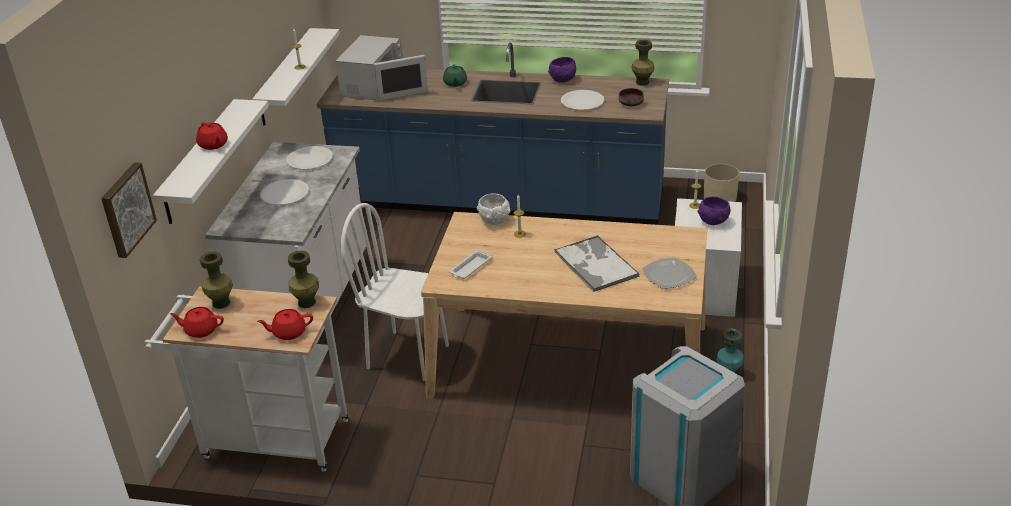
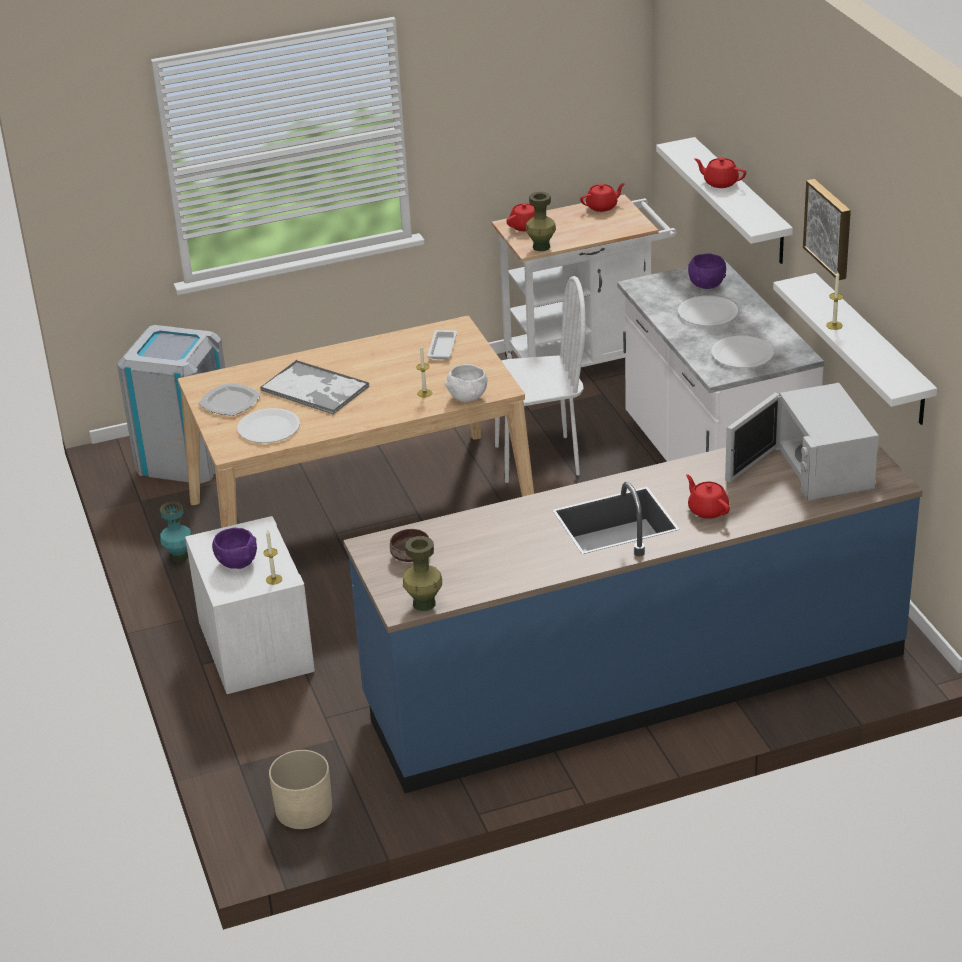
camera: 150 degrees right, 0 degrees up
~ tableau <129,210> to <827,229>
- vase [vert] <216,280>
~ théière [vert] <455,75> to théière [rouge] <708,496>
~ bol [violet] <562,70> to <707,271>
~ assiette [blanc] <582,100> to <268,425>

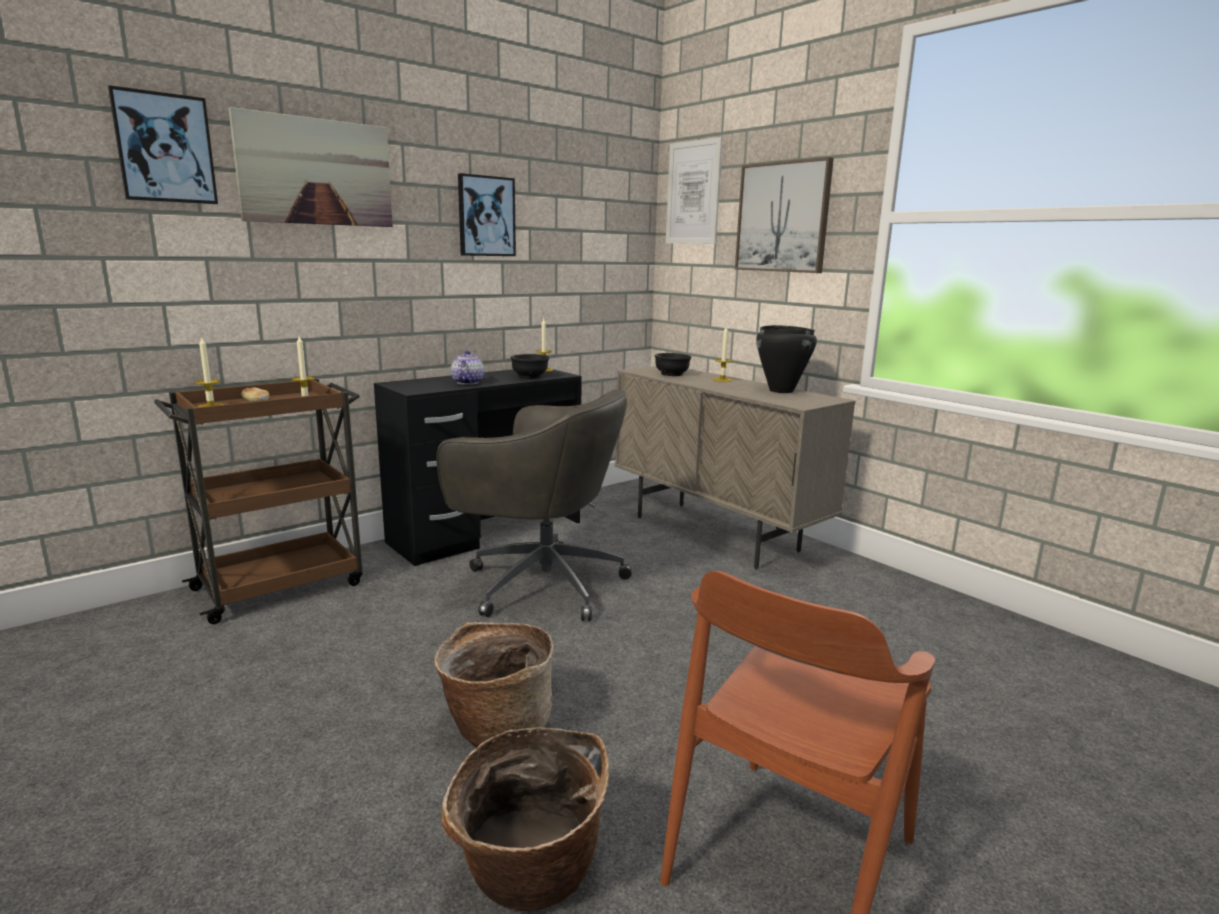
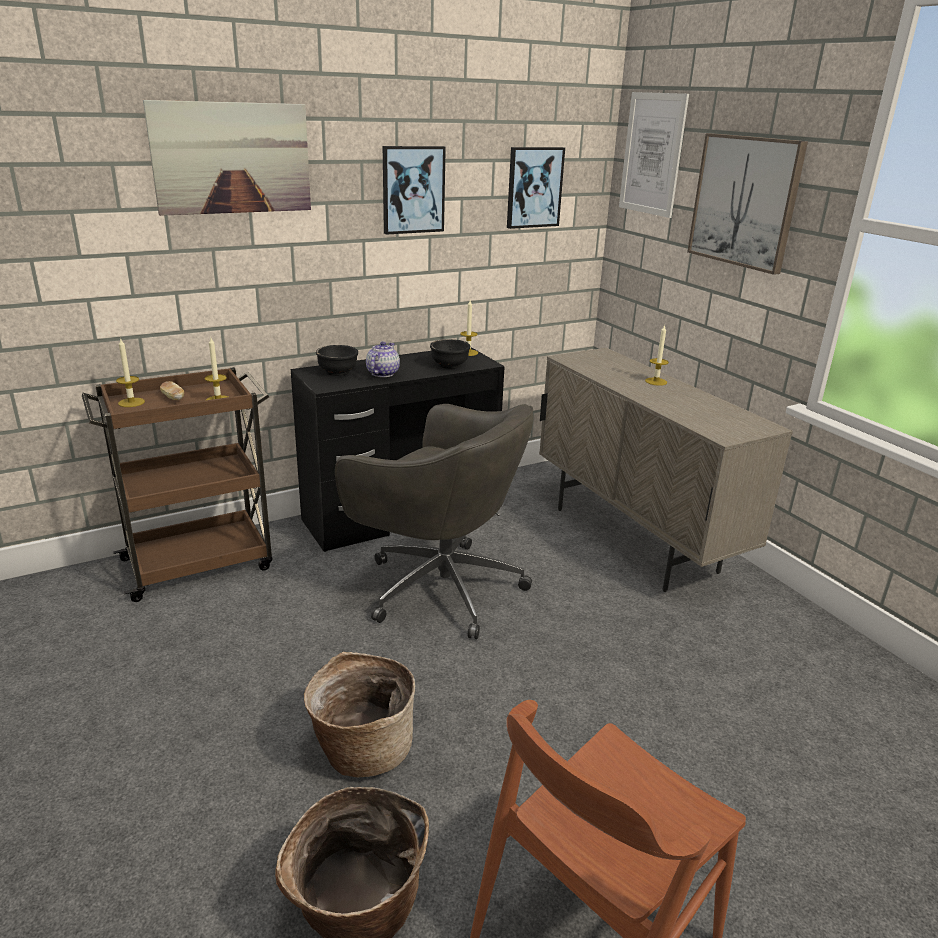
camera: 10 degrees right, 10 degrees up
~ tableau <163,144> to <536,188>
~ bol [noir] <673,364> to <337,360>
- marmite [noir] <786,359>

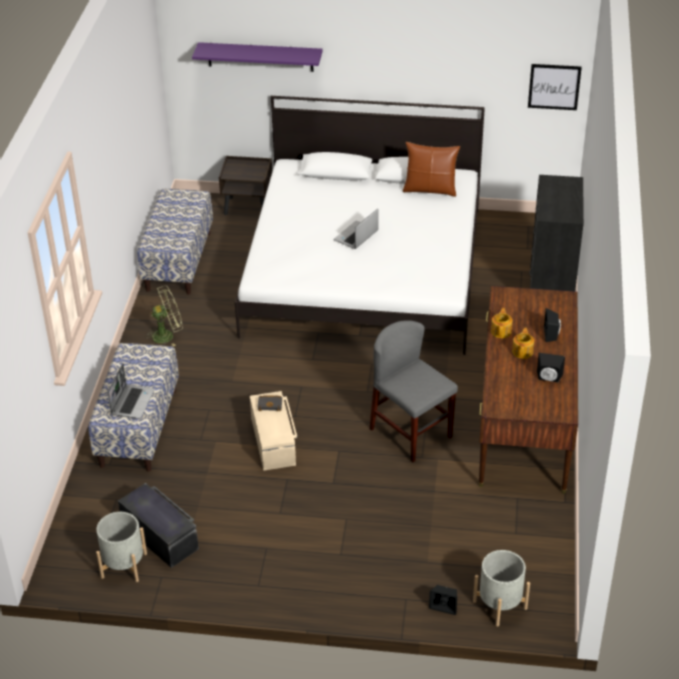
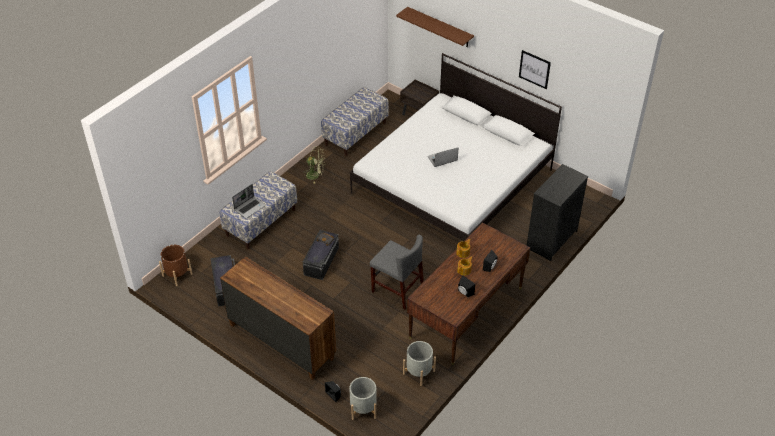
camera: 30 degrees right, 5 degrees up
~ cache-pot [gris] <121,547> to <419,363>
~ étagère [violet] <257,57> to étagère [marron] <435,27>
~ boîte de rangement [beige] <273,431> to boîte de rangement [noir] <321,255>
~ chaise [gris] <413,391> = <397,272> 135 degrees clockwise
- coussin [marron] <431,169>
~ tableau <555,87> to <535,69>
+ cache-pot [marron] <176,265>
+ commode [marron] <278,318>

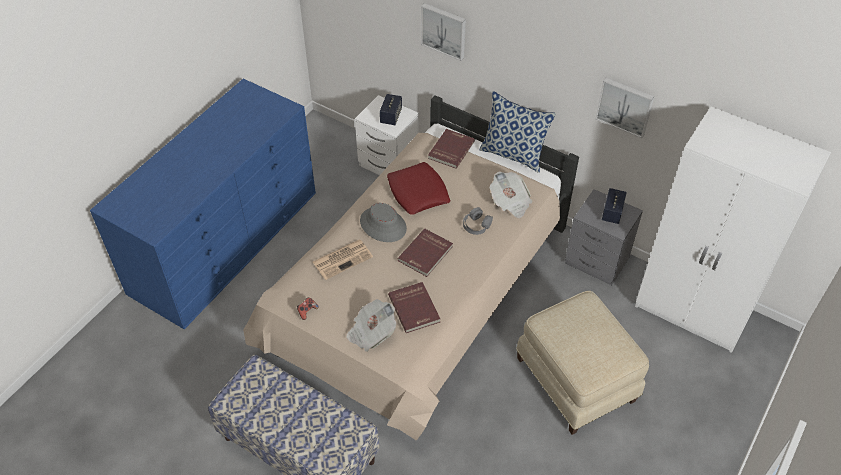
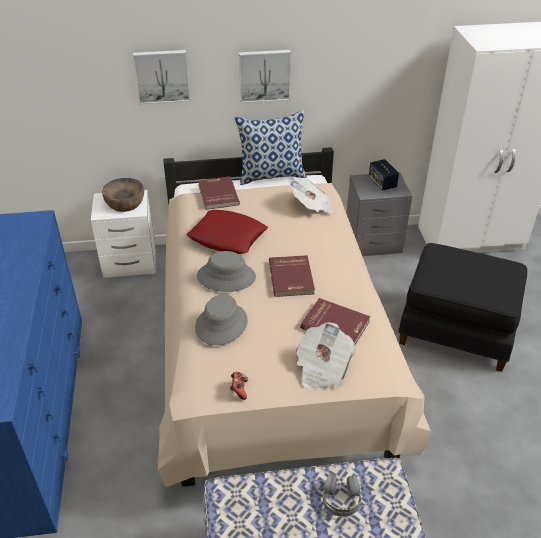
camera: 40 degrees left, 10 degrees down
~ journal <343,260> to chapeau [gris] <221,320>
~ enceinte <391,109> to bol [marron] <123,195>
~ casque audio [gris] <478,221> to <342,495>
~ pouf [beige] <582,363> to pouf [noir] <462,307>
~ tableau <624,108> to <265,76>

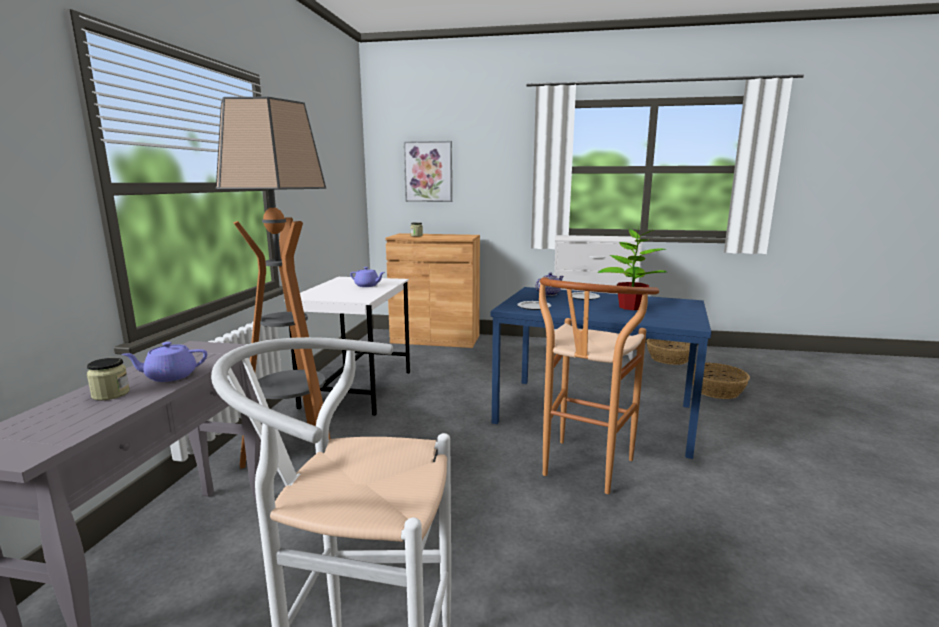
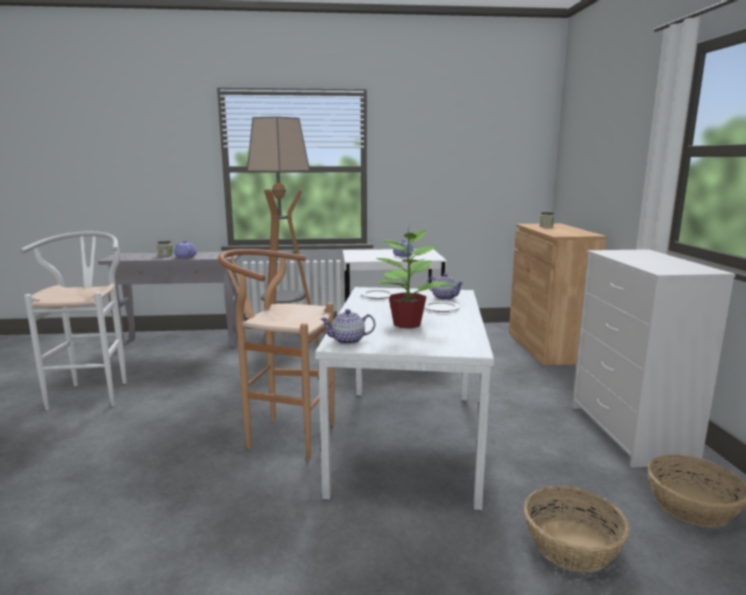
camera: 75 degrees right, 0 degrees up
- tableau <428,171>
~ table à manger [bleu] <601,373> to table à manger [blanc] <404,398>
+ théière <347,327>

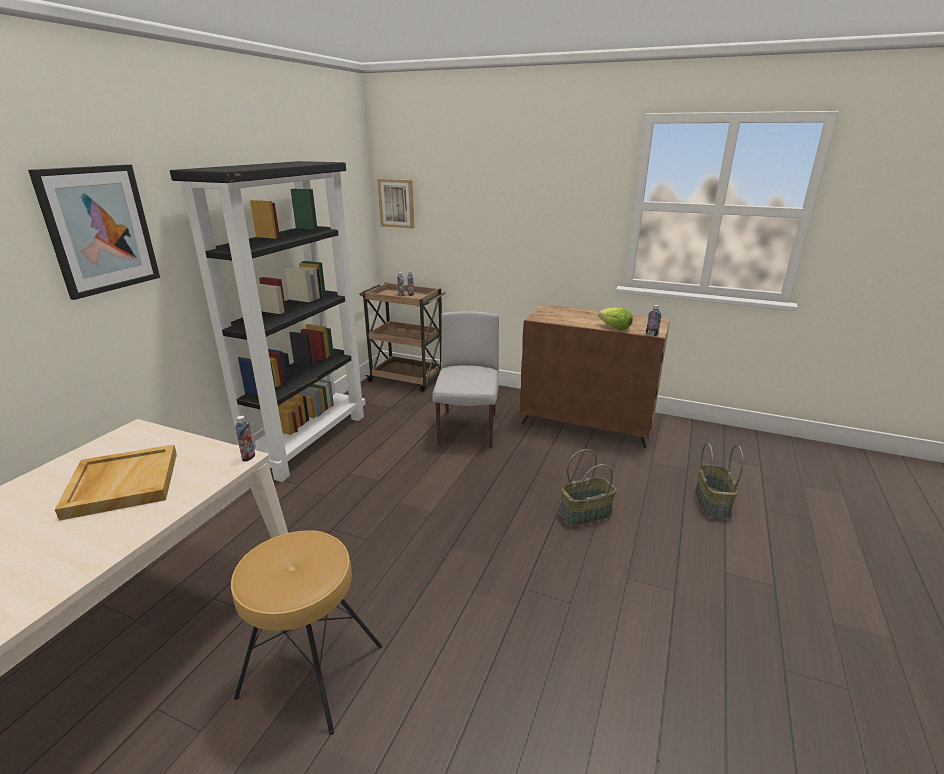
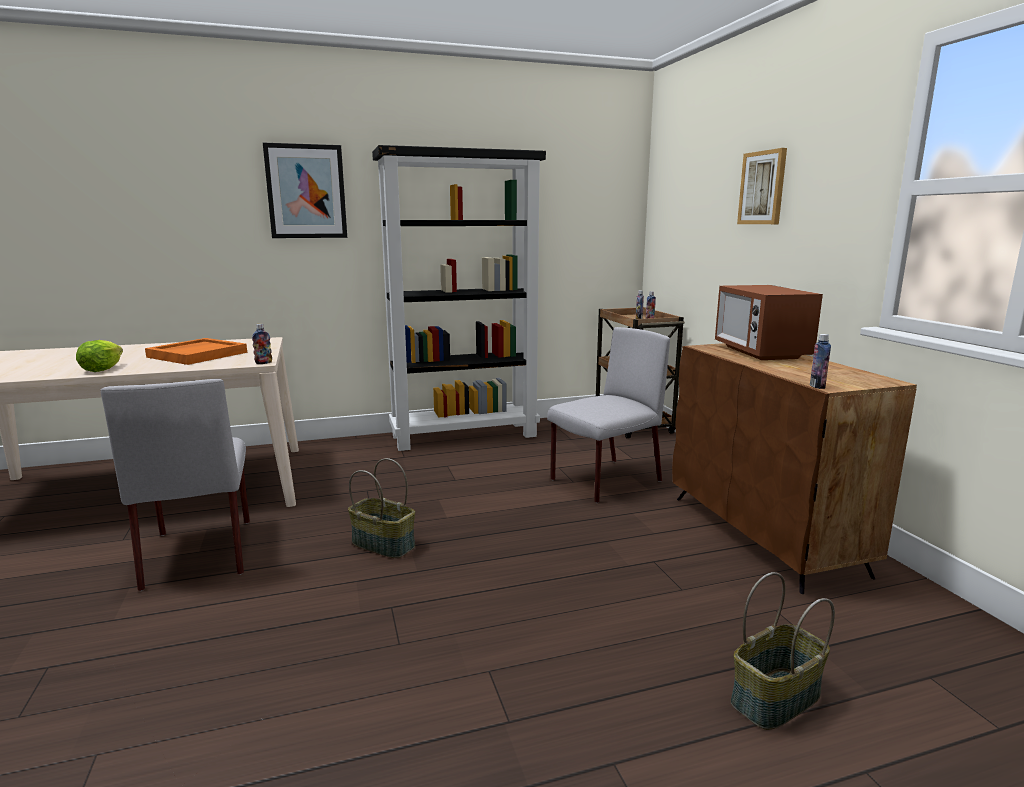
camera: 50 degrees right, 10 degrees down
~ plateau [beige] <116,483> to plateau [orange] <196,351>
~ tabouret [marron] <306,632> to chaise [gris] <175,485>
~ tableau <395,204> to <762,186>
~ panier <589,487> to <381,508>
~ laitue <615,318> to <99,356>
+ micro-ondes <769,322>

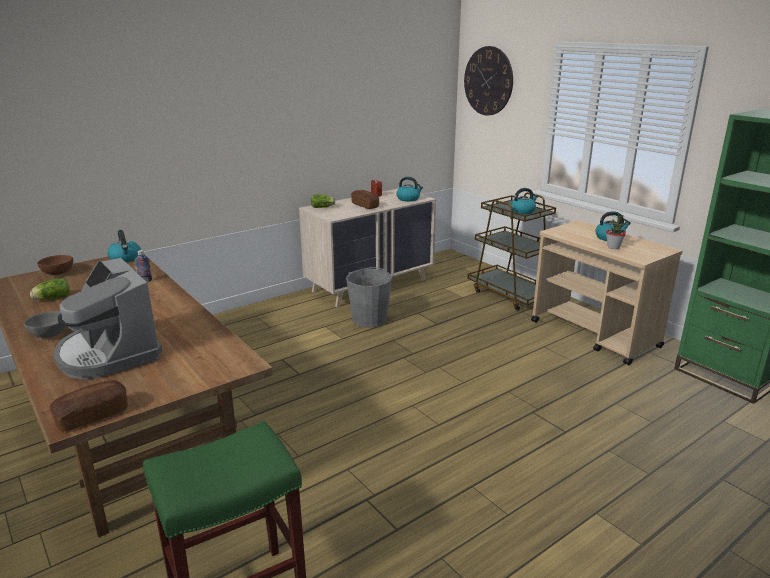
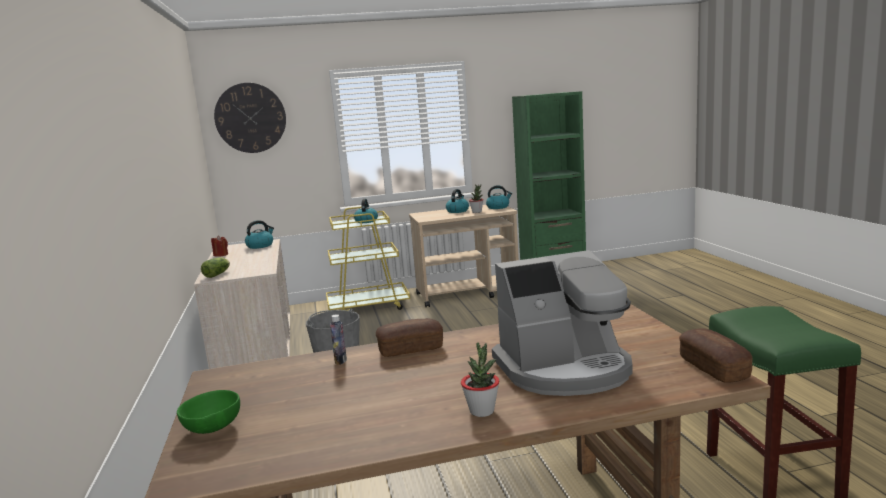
camera: 65 degrees left, 10 degrees down
~ bol [gris] <45,324> to plante en pot <480,379>
- laitue <50,289>
~ bol [marron] <55,265> to bol [vert] <208,412>
~ bouilloire <124,246> to <499,197>
~ pain <365,199> to <409,337>
~ chariot [marron] <511,251> to chariot [jaune] <368,258>

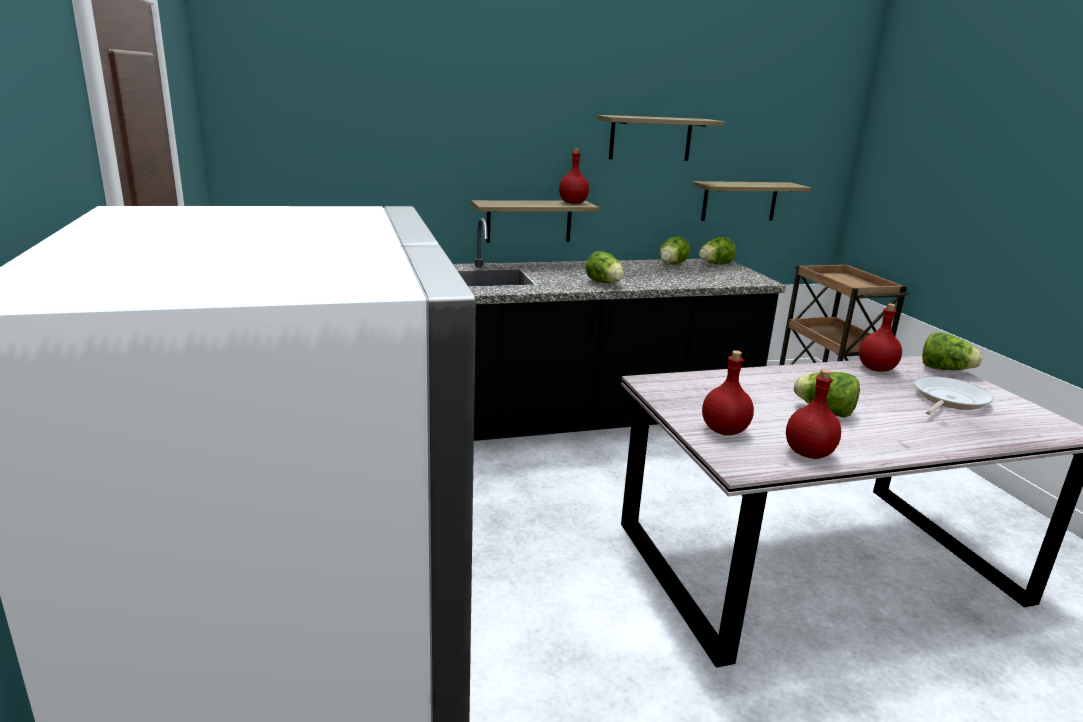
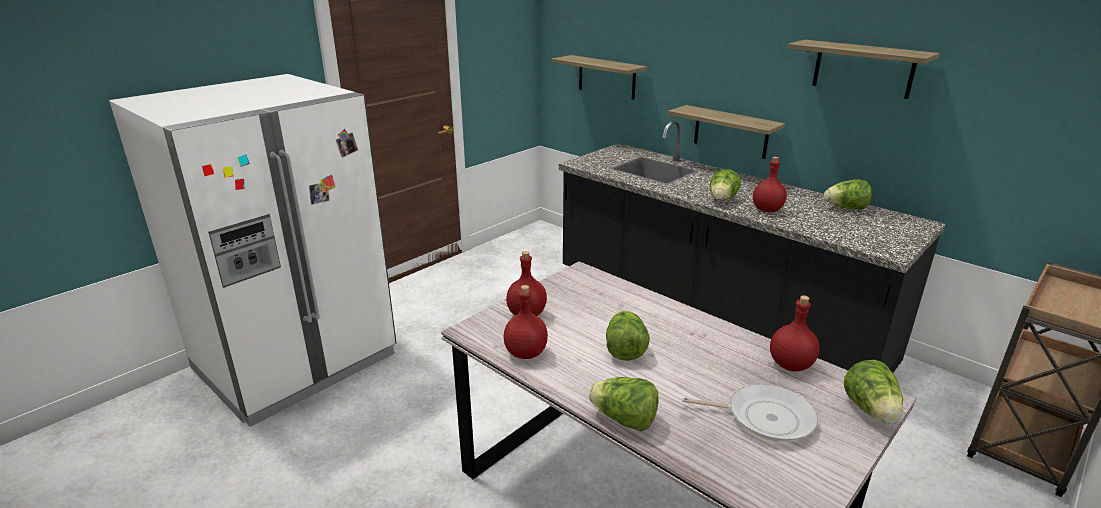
camera: 60 degrees right, 5 degrees up
~ bouteille [rouge] <574,176> to <770,184>
~ étagère <751,201> to <599,77>
~ laitue <717,251> to <623,404>

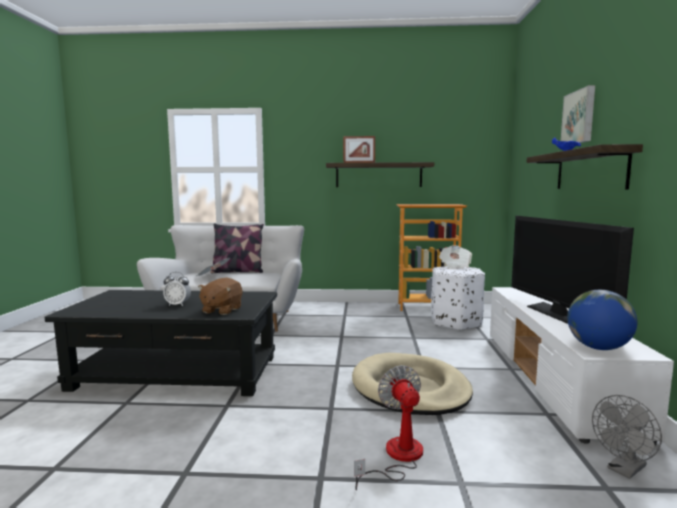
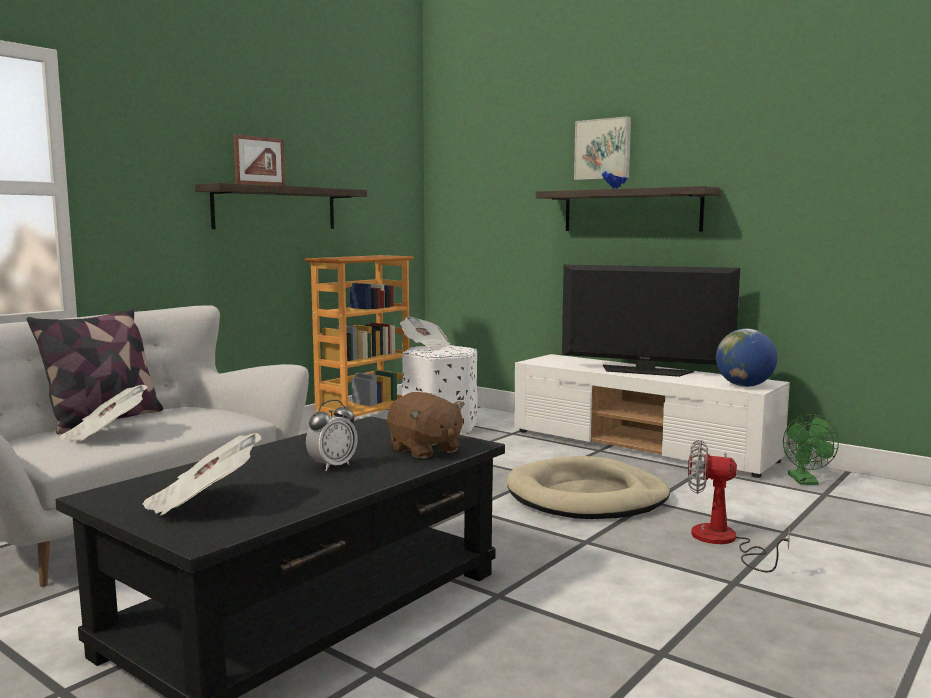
camera: 55 degrees left, 0 degrees up
~ ventilateur [gris] <627,437> to ventilateur [vert] <811,449>
+ journal <202,474>

